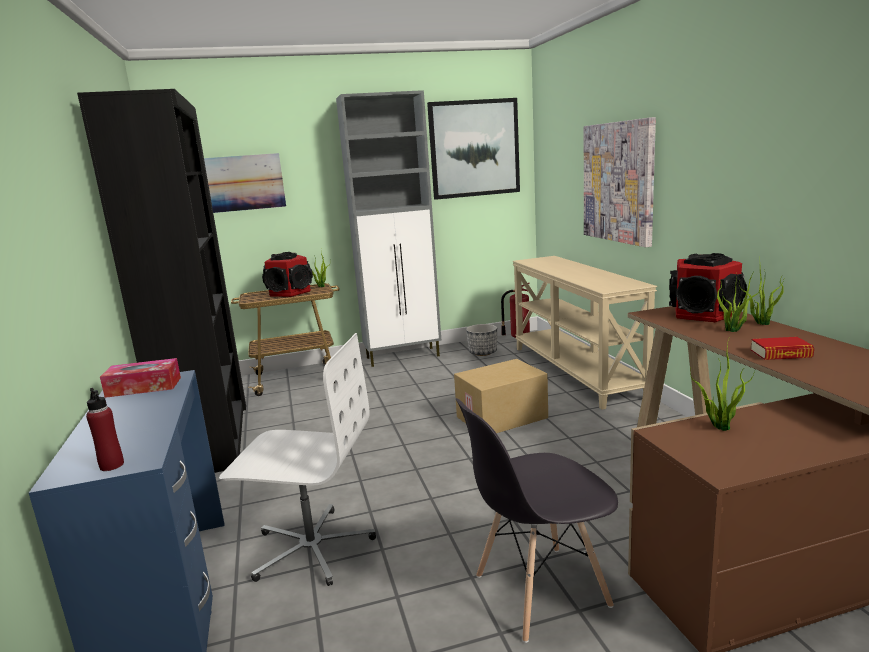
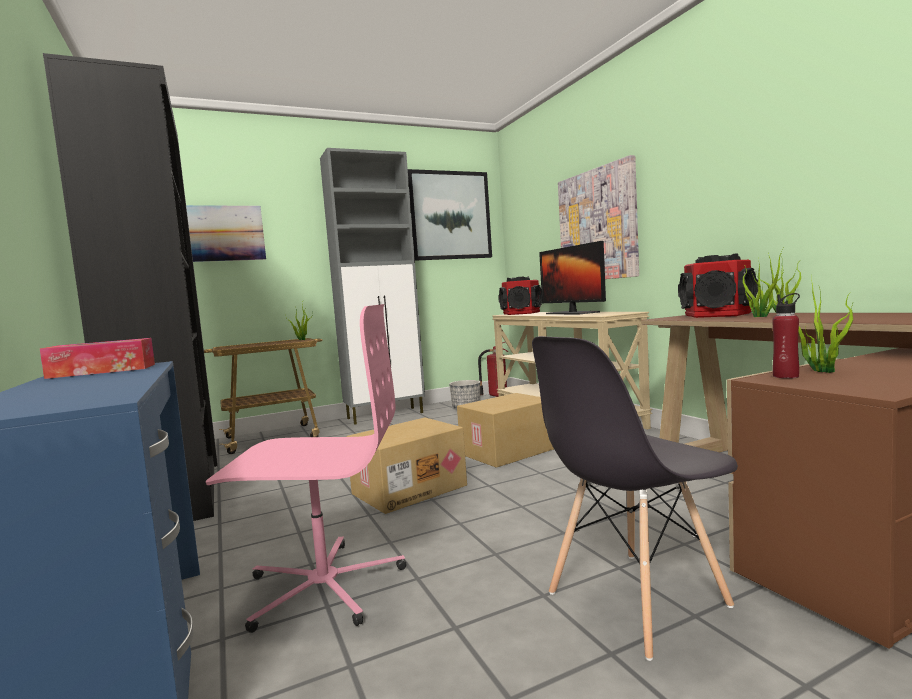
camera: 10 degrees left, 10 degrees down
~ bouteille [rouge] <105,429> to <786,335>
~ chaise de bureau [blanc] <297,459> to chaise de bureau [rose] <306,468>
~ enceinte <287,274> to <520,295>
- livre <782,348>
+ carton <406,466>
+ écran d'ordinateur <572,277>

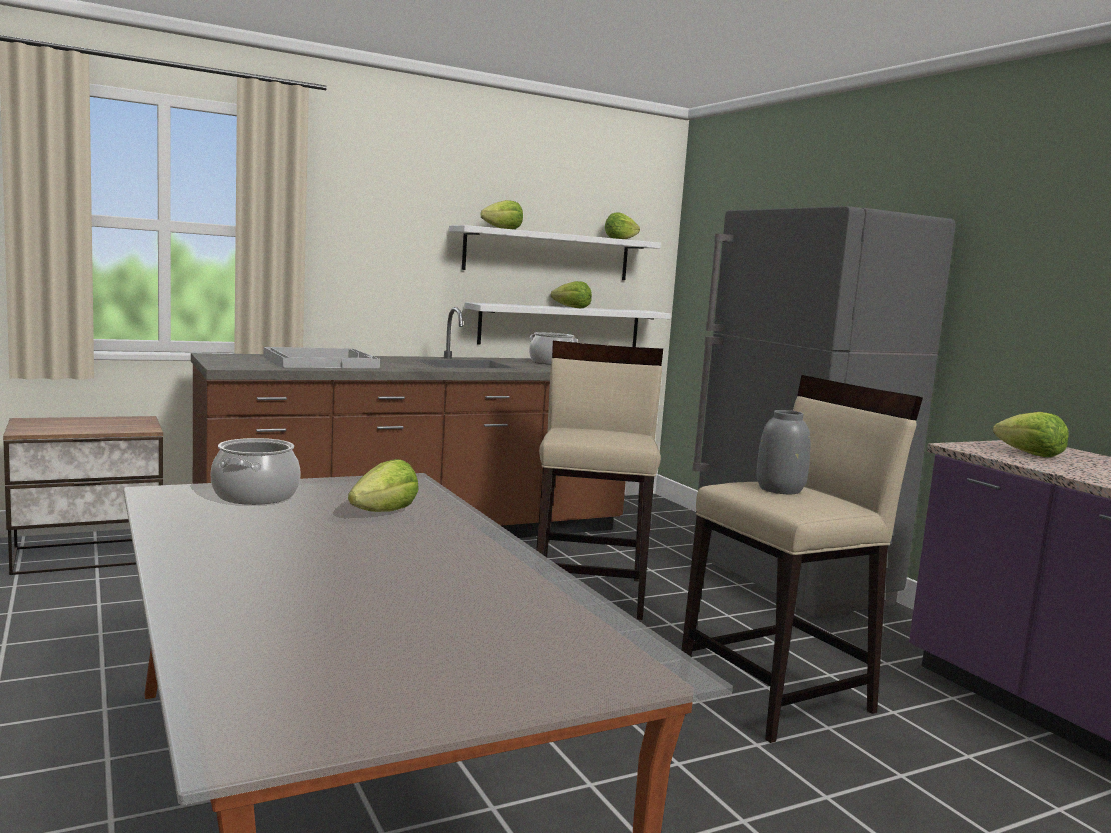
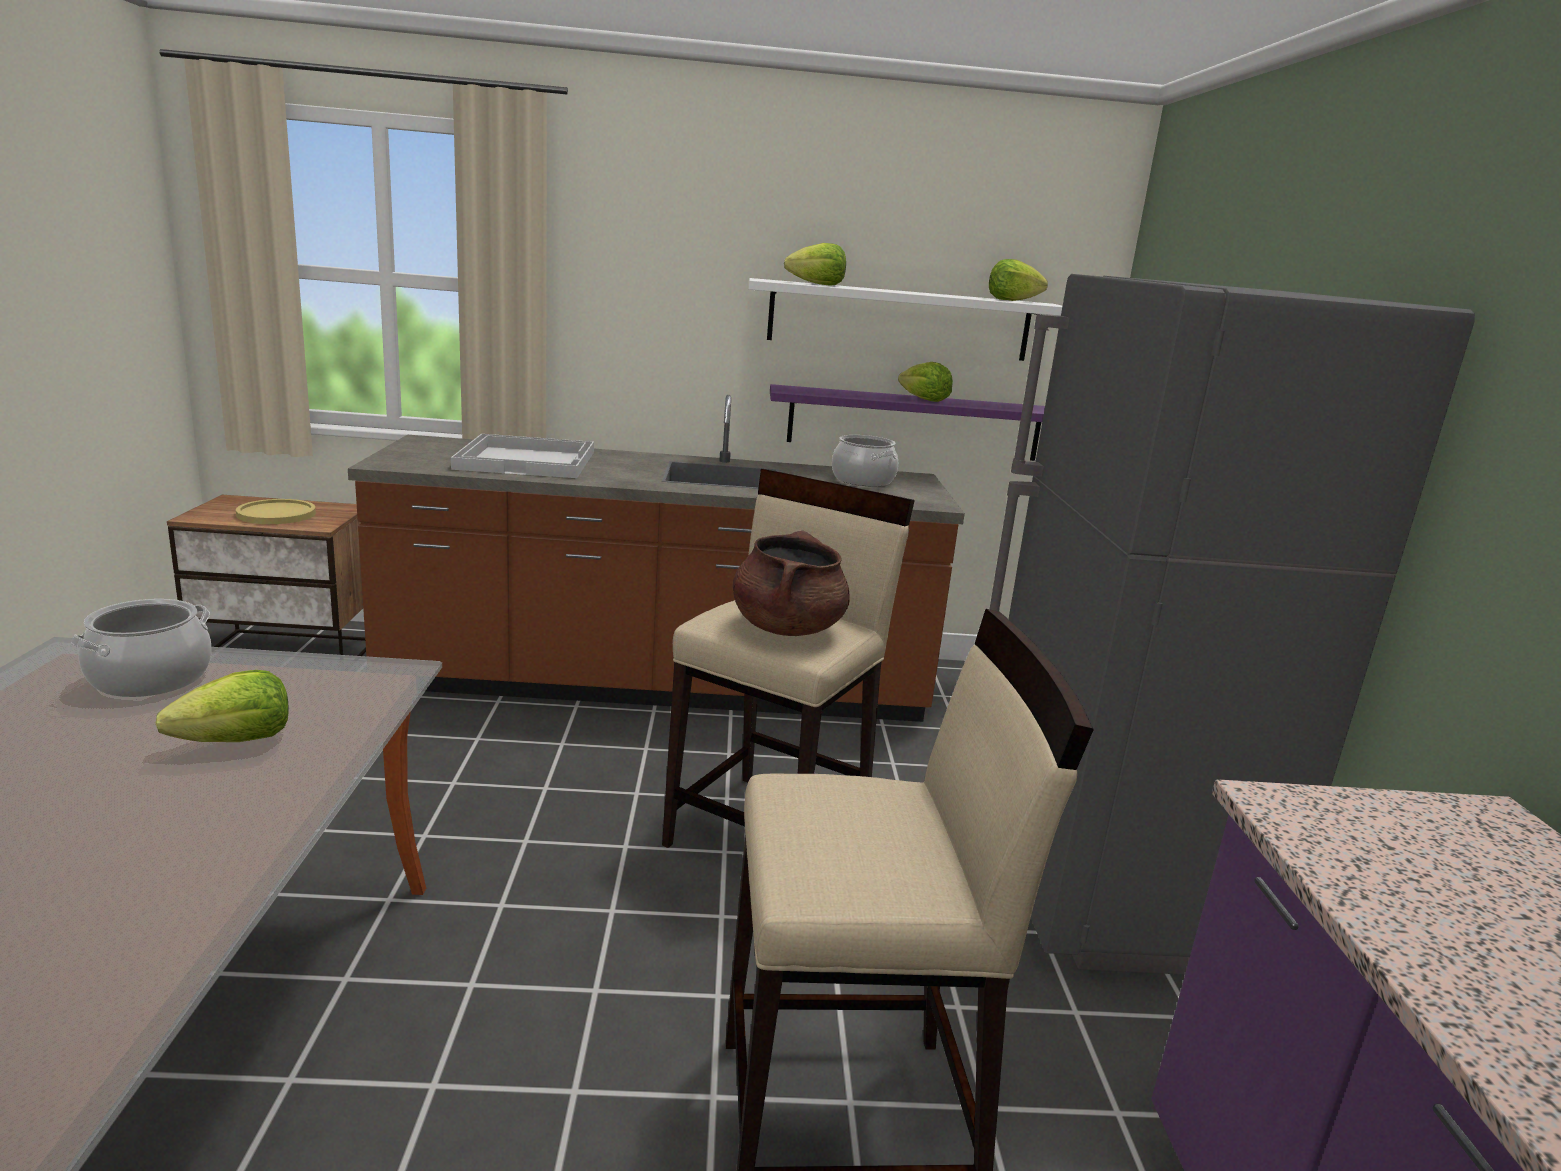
camera: 25 degrees right, 10 degrees up
~ étagère [blanc] <568,324> to étagère [violet] <907,422>
- vase [gris] <783,452>
- laitue <1031,434>
+ assiette [jaune] <276,511>
+ marmite [marron] <791,583>

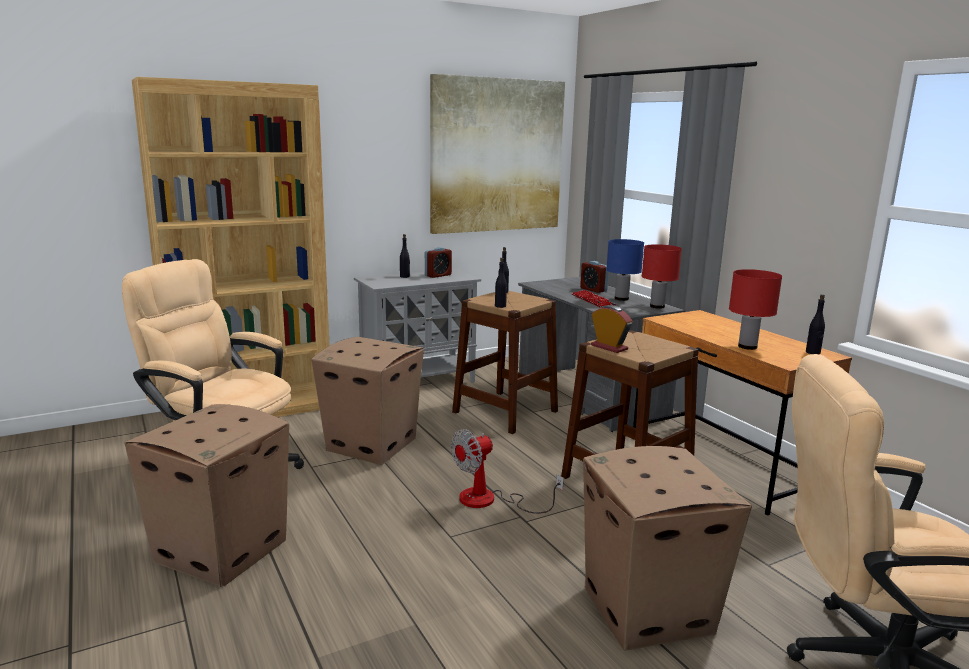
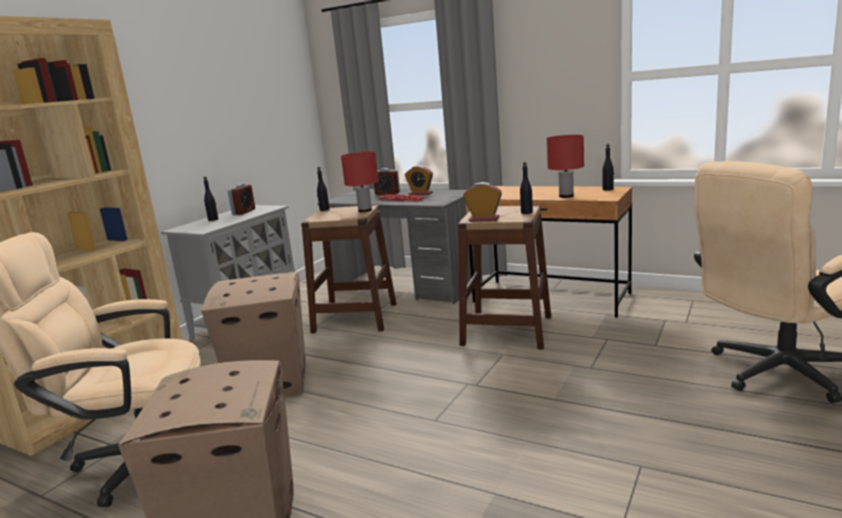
camera: 30 degrees left, 0 degrees up
- tableau <497,154>
- ventilateur <507,471>
~ bouteille [noir] <501,283> to <526,188>
- carton <667,548>
~ lampe de table [bleu] <625,270> to réveil <419,180>
~ lampe de table [rouge] <662,276> to <360,182>

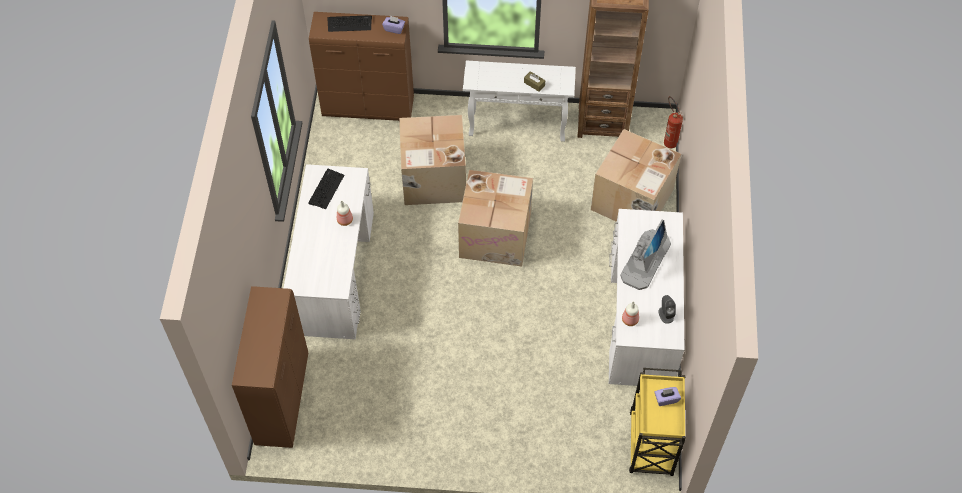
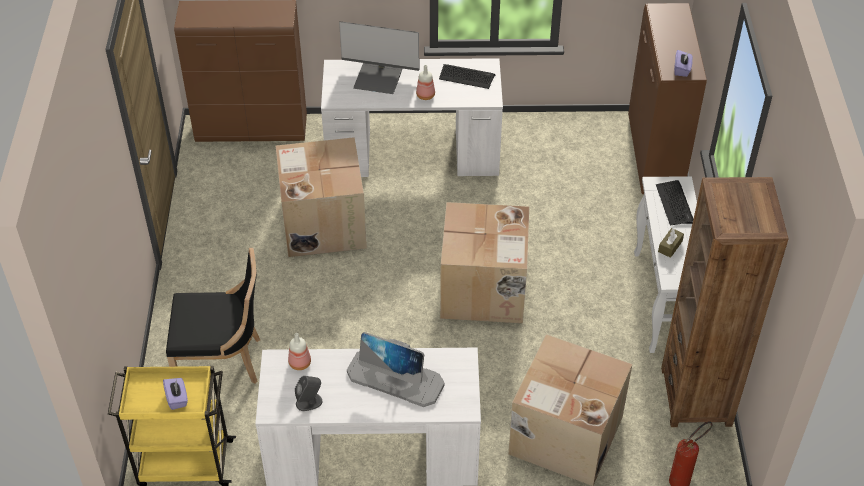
camera: 85 degrees right, 10 degrees down
~ clavier <349,23> to <674,203>
~ carton <432,160> to <321,197>
+ chaise [noir] <213,316>
+ écran d'ordinateur <379,57>

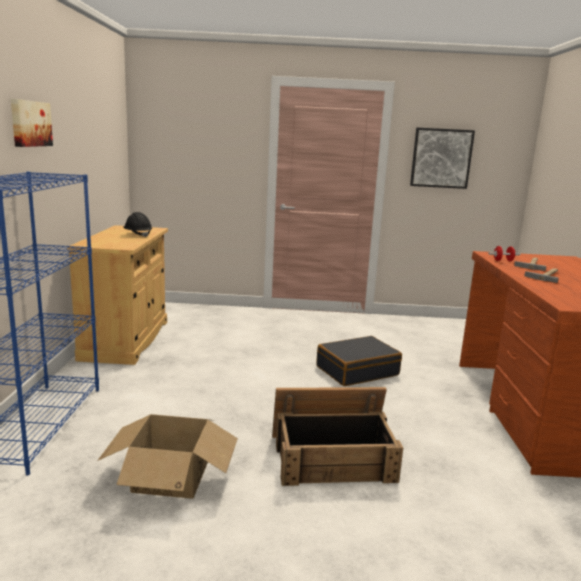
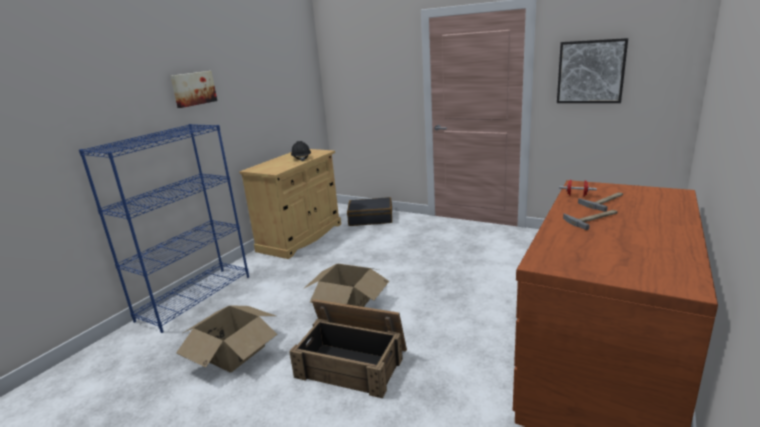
camera: 30 degrees right, 5 degrees up
~ valise [noir] <359,361> to <369,211>
+ carton <346,285>

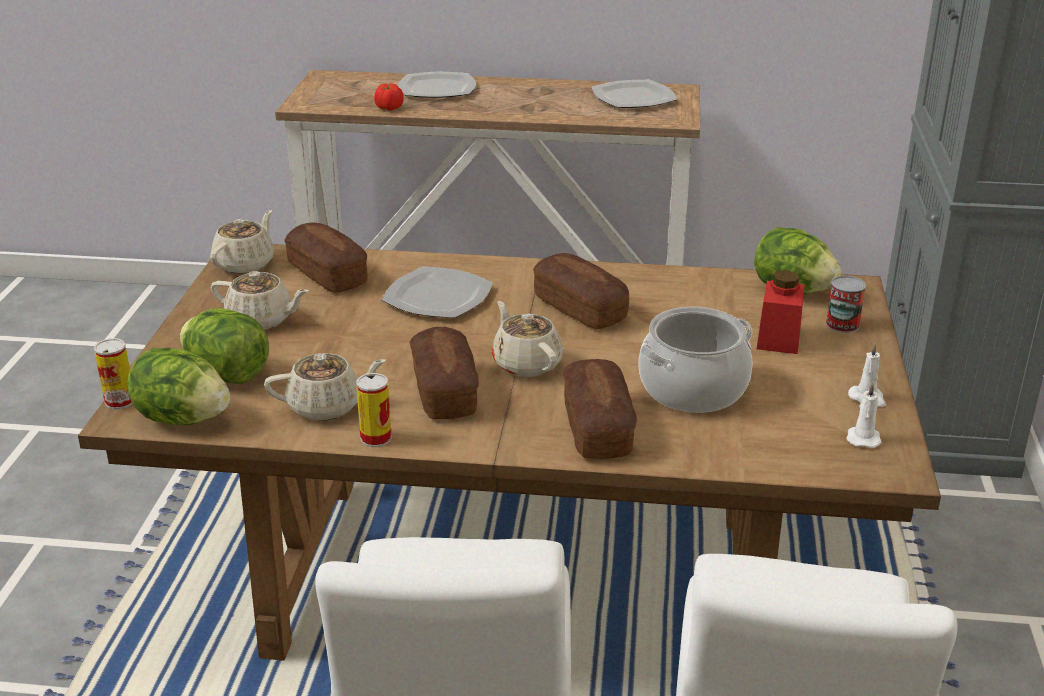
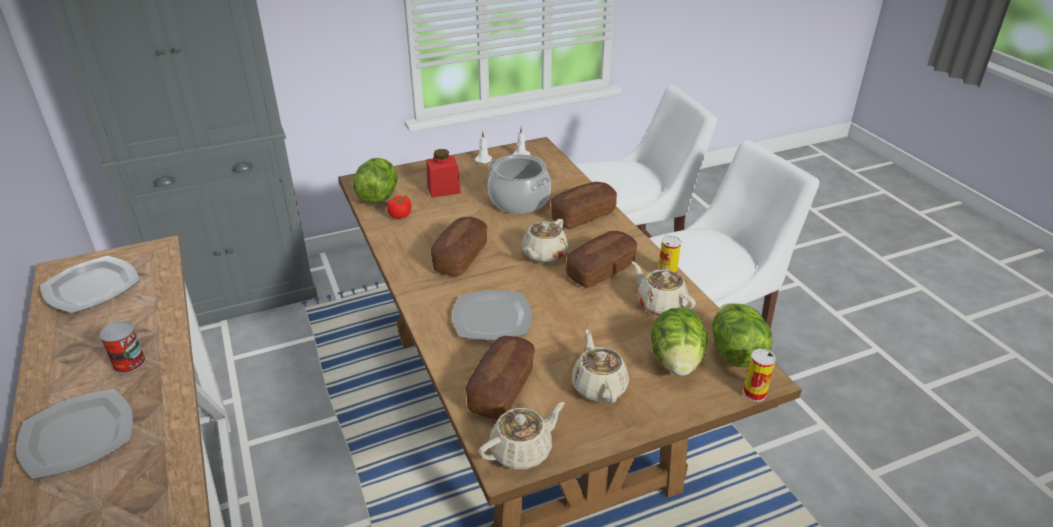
camera: 120 degrees left, 5 degrees up
~ théière [beige] <242,242> = <522,435> 150 degrees clockwise
~ tomate <389,97> to <399,207>
~ boîte métallique <846,304> to <123,347>

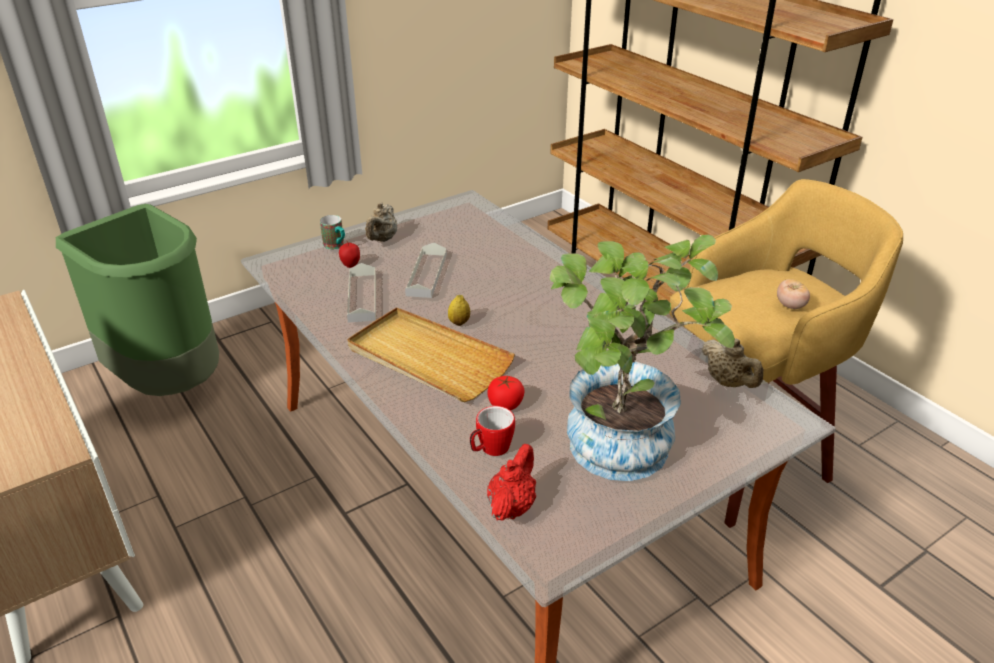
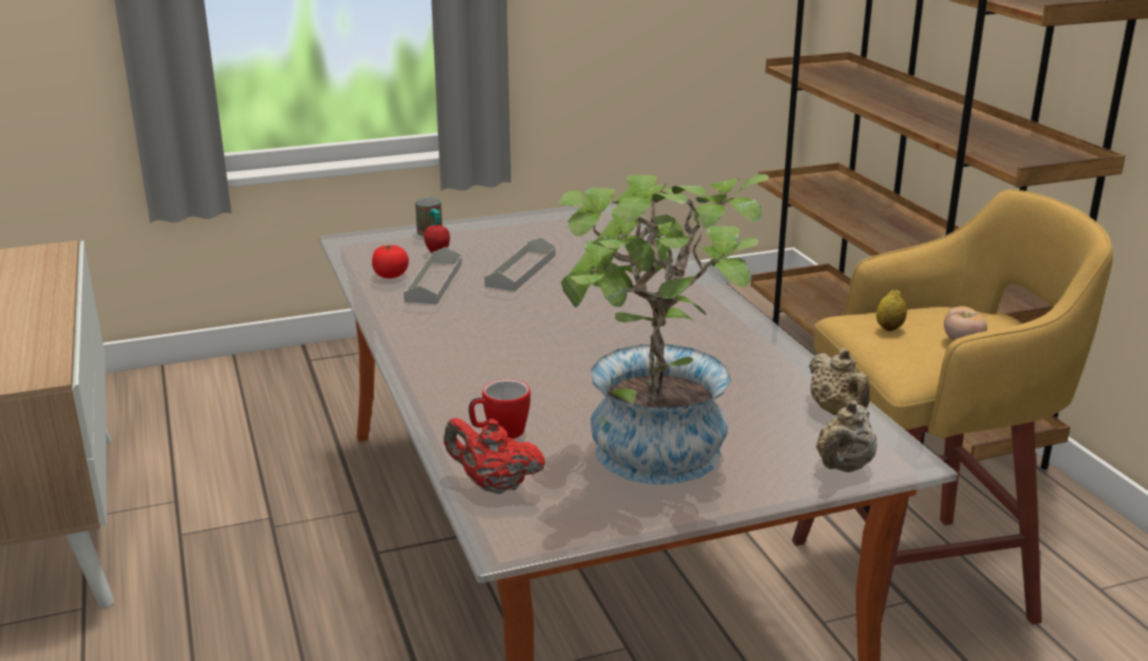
camera: 15 degrees right, 10 degrees down
- poubelle [vert] <137,300>
- plateau [beige] <431,354>
~ théière [beige] <381,222> to <846,436>
~ citron <459,310> to <891,310>
~ tomate <505,393> to <390,261>
~ théière [rouge] <511,482> = <495,456> 105 degrees counterclockwise

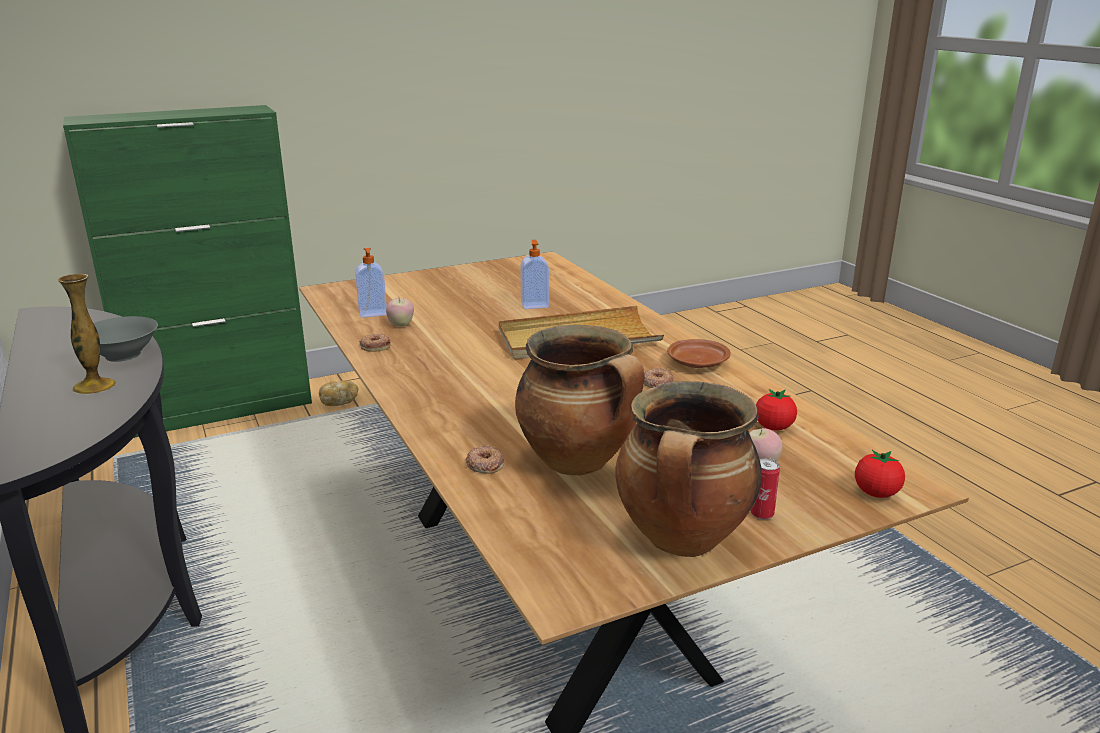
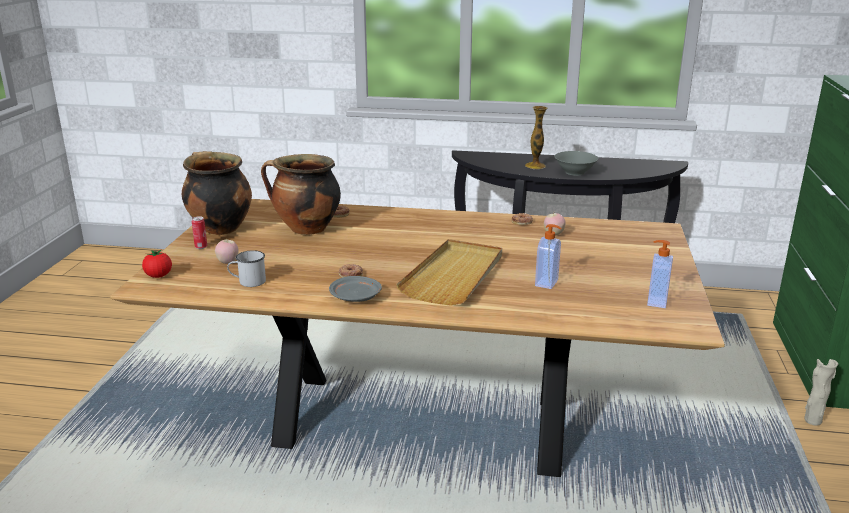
camera: 125 degrees right, 0 degrees up
~ pain <338,393> to vase [beige] <821,392>
~ distributeur de savon <371,283> to <660,274>
~ assiette [marron] <699,353> to assiette [gris] <355,289>
~ tomate <776,410> to mug [blanc] <246,268>

